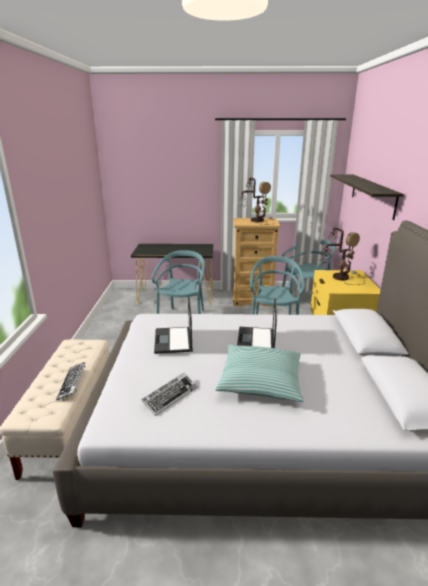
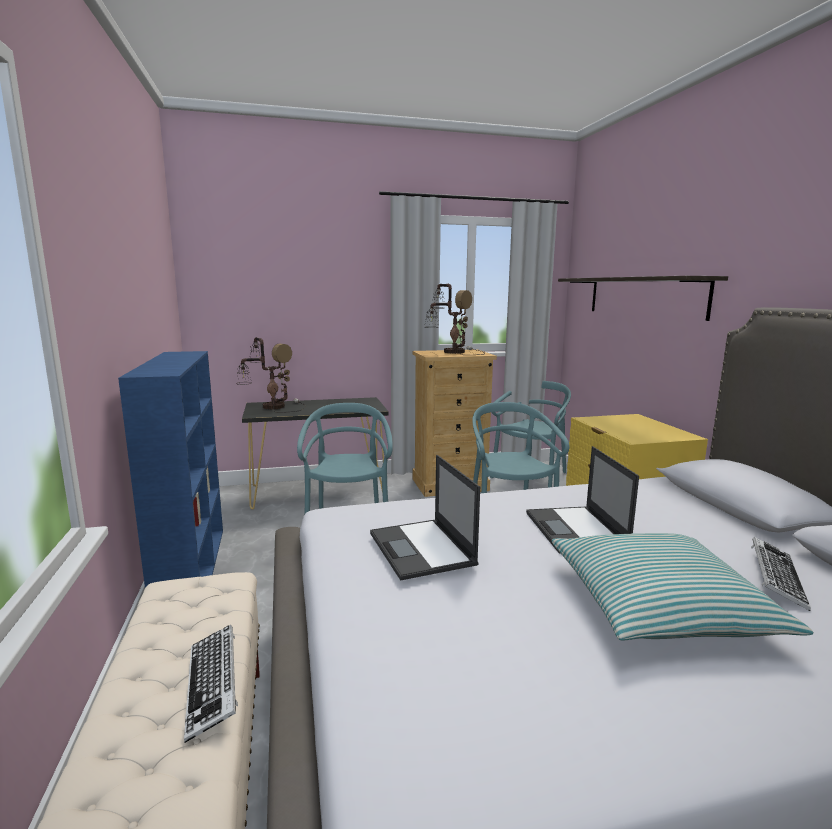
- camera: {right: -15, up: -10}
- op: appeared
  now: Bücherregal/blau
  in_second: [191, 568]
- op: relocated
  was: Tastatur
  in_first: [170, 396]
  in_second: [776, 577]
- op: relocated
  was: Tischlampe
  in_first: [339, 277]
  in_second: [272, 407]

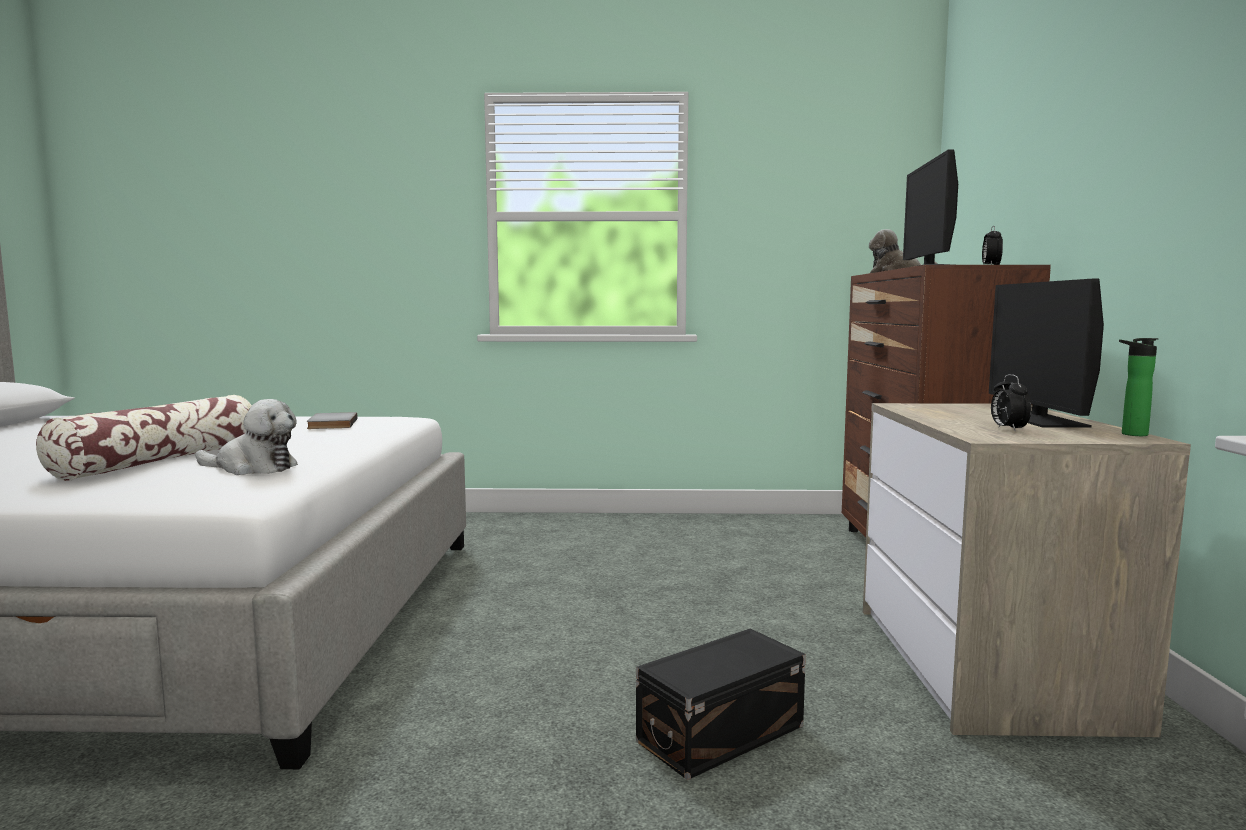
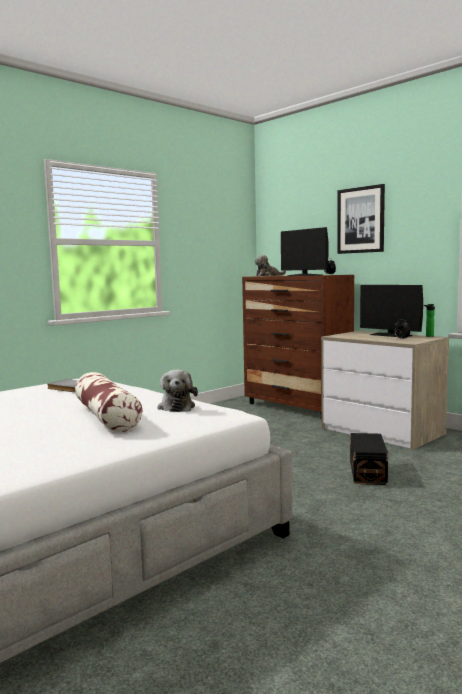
- camera: {right: -45, up: 0}
- op: appeared
  now: Bild
  in_second: [361, 220]
- op: spun
  was: Plüschtier
  in_first: [253, 468]
  in_second: [176, 407]
  clockwise: 120

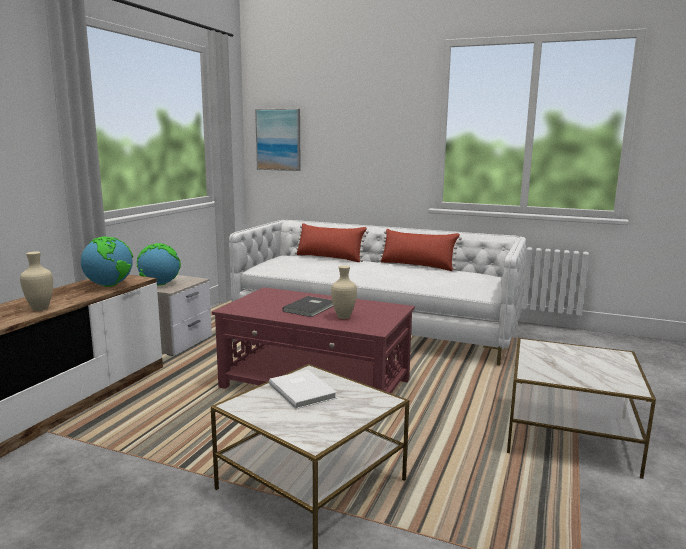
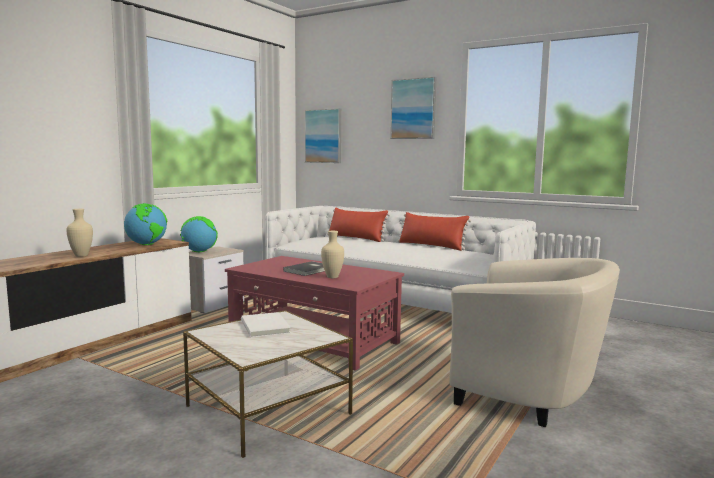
- camera: {right: 10, up: -5}
- op: appeared
  now: Bild
  in_second: [413, 109]
- op: exchanged
  was: Beistelltisch
  now: Sessel/beige
  in_first: [569, 434]
  in_second: [529, 394]

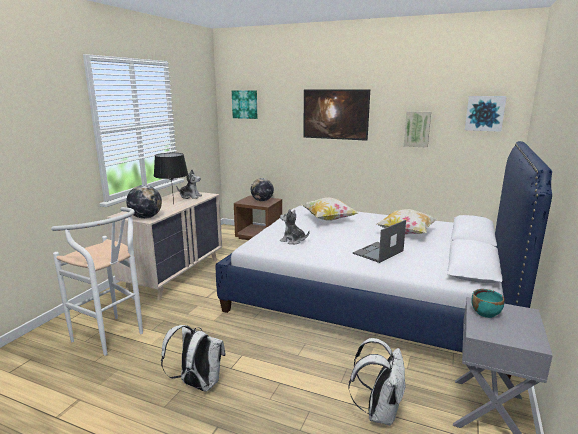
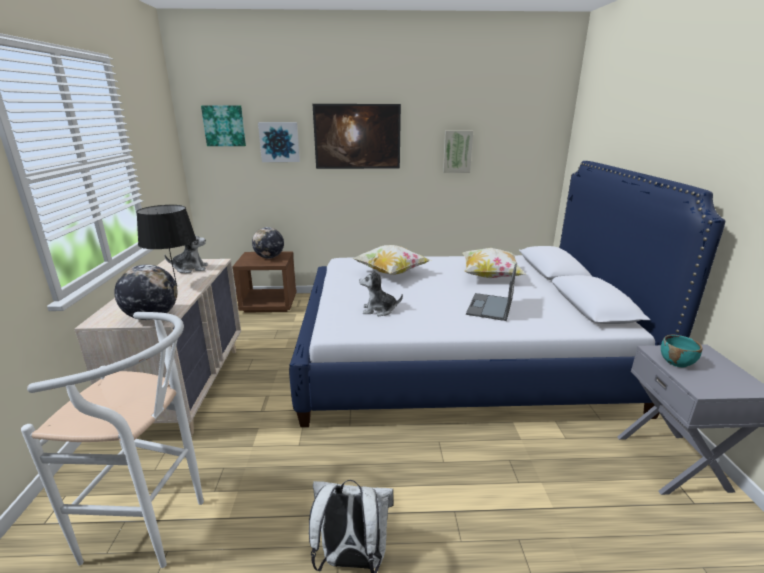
- camera: {right: -25, up: 5}
- op: missing
  was: Rucksack/weiß
  in_first: [379, 412]
- op: relocated
  was: Bild
  in_first: [484, 113]
  in_second: [279, 142]

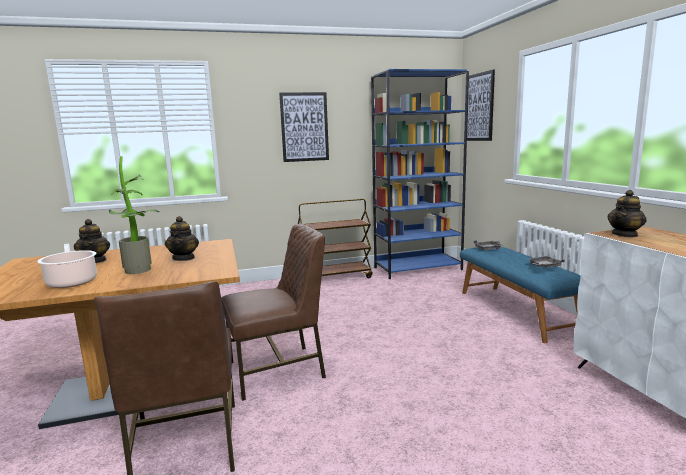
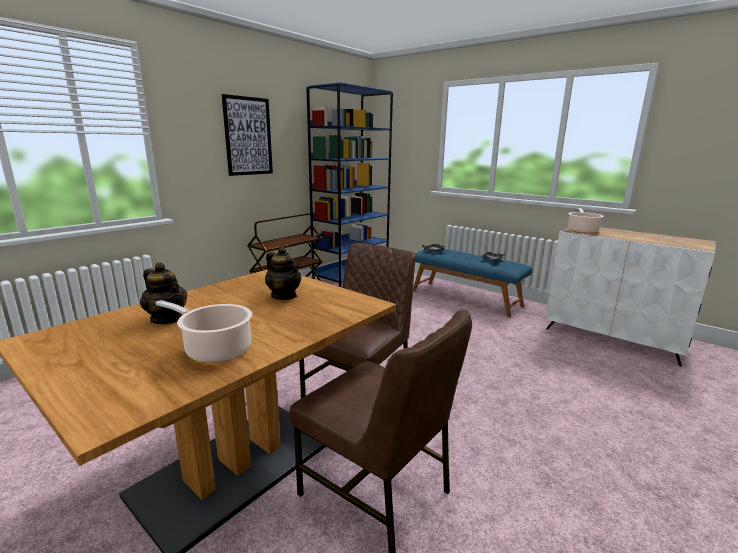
- camera: {right: -35, up: 5}
- op: missing
  was: Topfpflanze
  in_first: [142, 270]
- op: missing
  was: Bild
  in_first: [479, 107]
- op: exchanged
  was: Teekanne
  now: Kochtopf
  in_first: [625, 234]
  in_second: [582, 231]

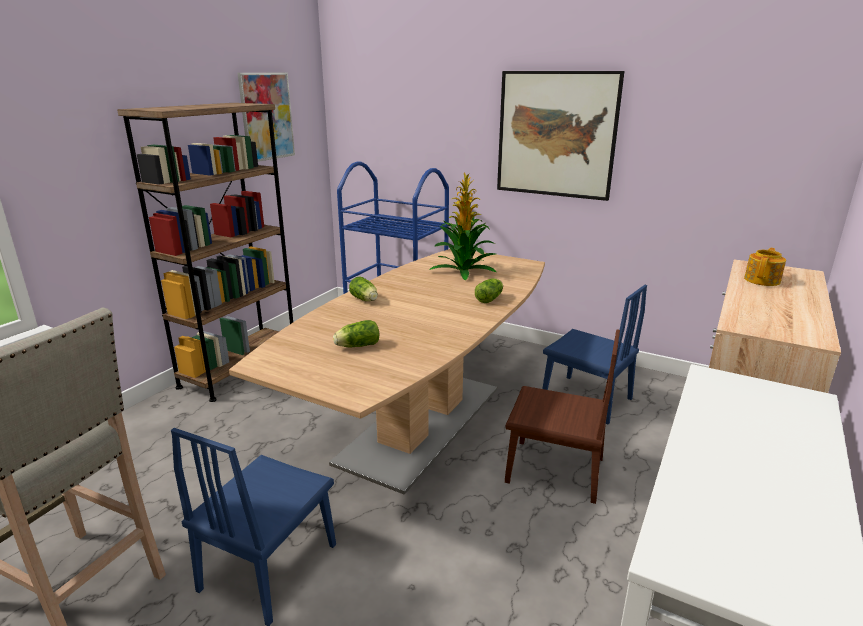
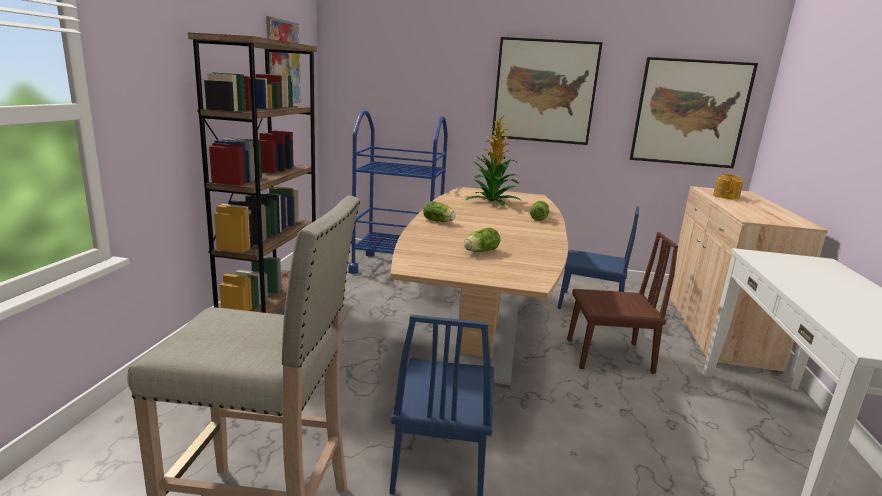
- camera: {right: -20, up: -5}
- op: appeared
  now: Bild
  in_second: [690, 113]

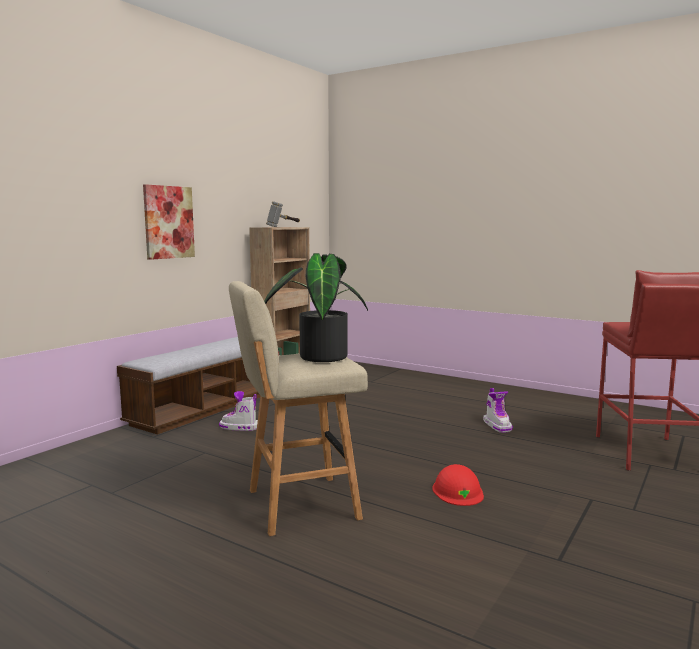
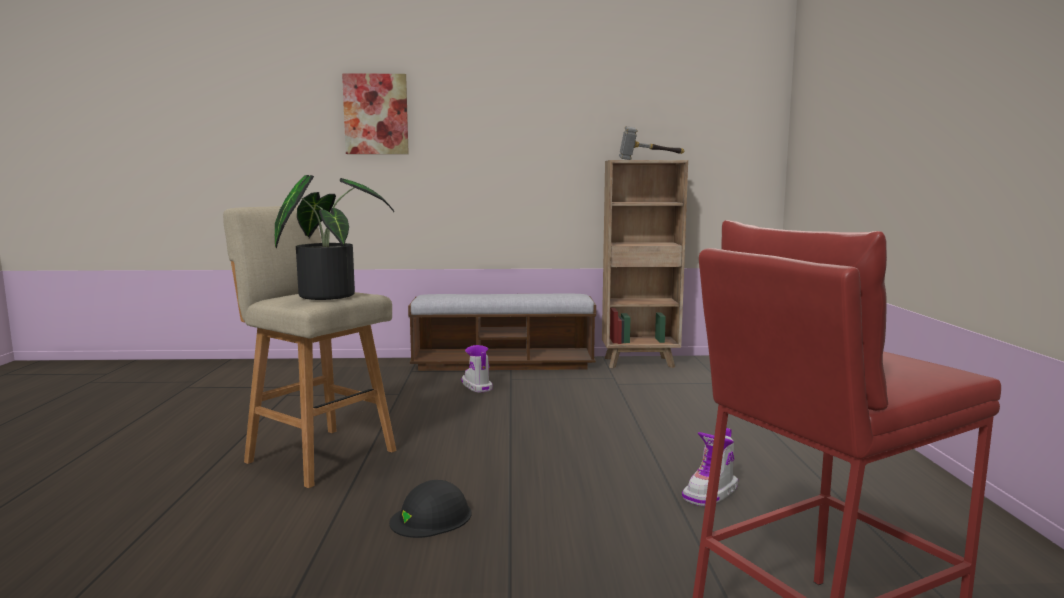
- camera: {right: 55, up: 0}
- op: relocated
  was: Bild
  in_first: [168, 222]
  in_second: [376, 114]
- op: colour
  was: Schutzhelm/rot
  now: Schutzhelm/schwarz
  in_first: [458, 491]
  in_second: [431, 517]

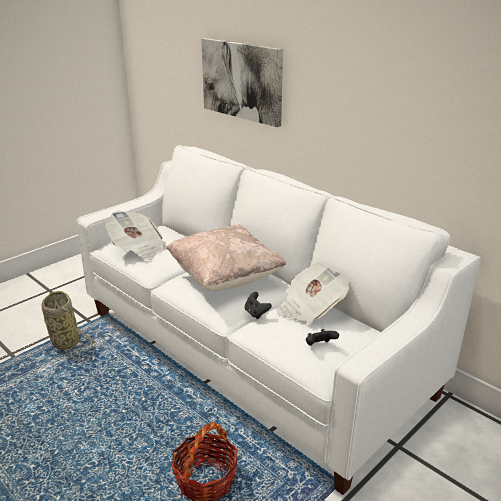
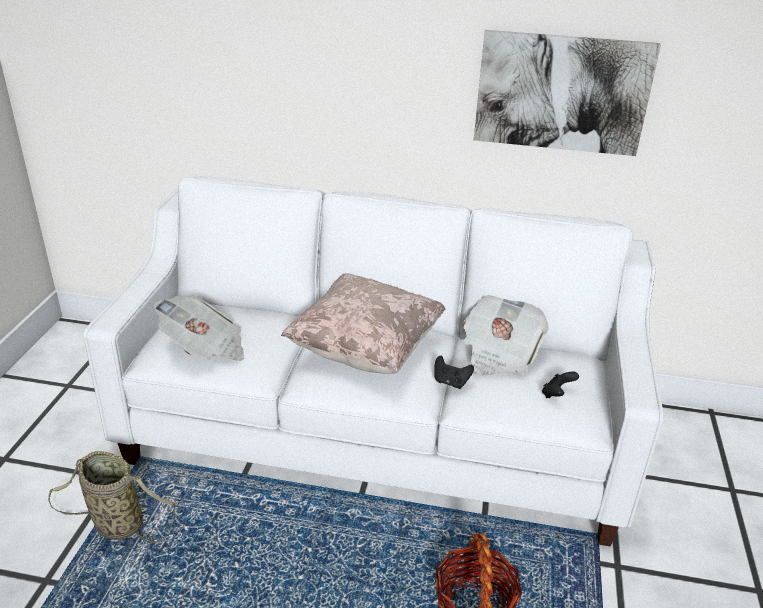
- camera: {right: -35, up: 5}
- op: relocated
  was: Bild
  in_first: [242, 80]
  in_second: [561, 92]

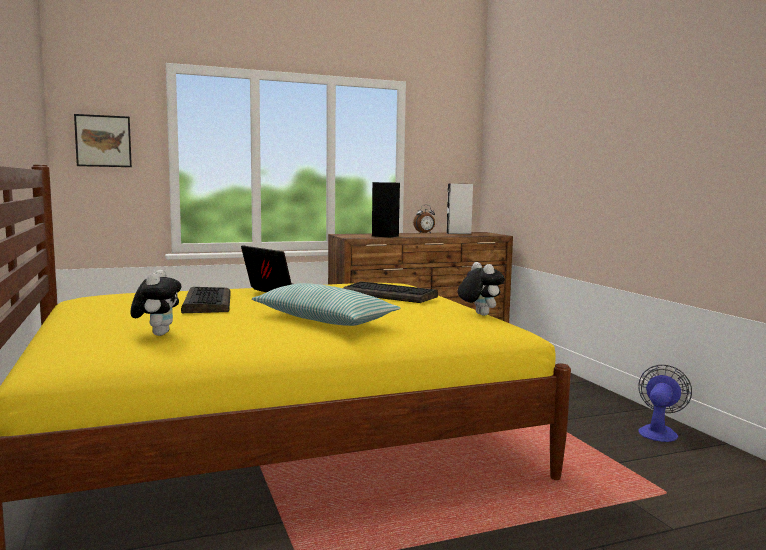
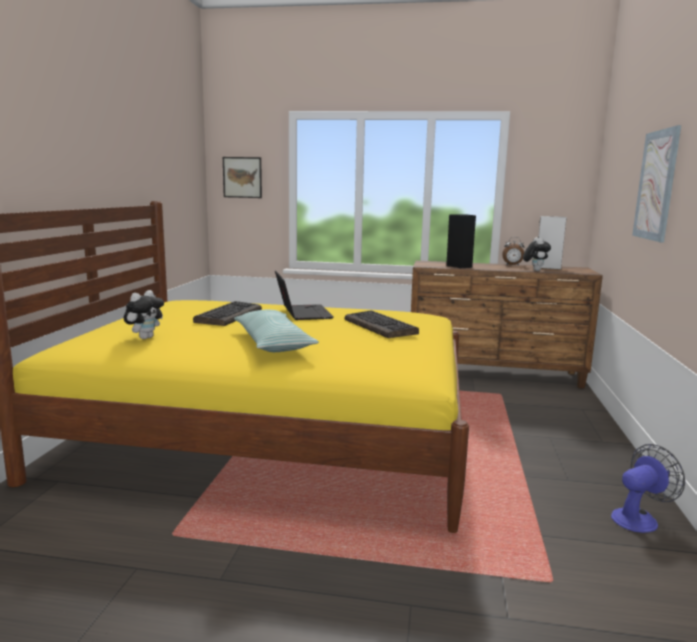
- camera: {right: 30, up: 5}
- op: appeared
  now: Bild
  in_second: [656, 185]
- op: relocated
  was: Plüschtier
  in_first: [479, 314]
  in_second: [534, 270]

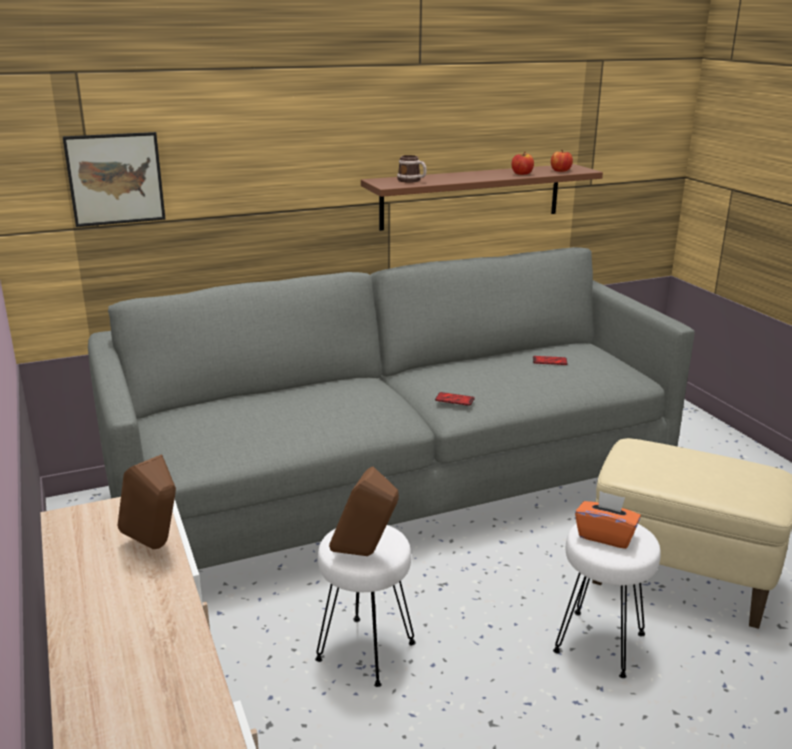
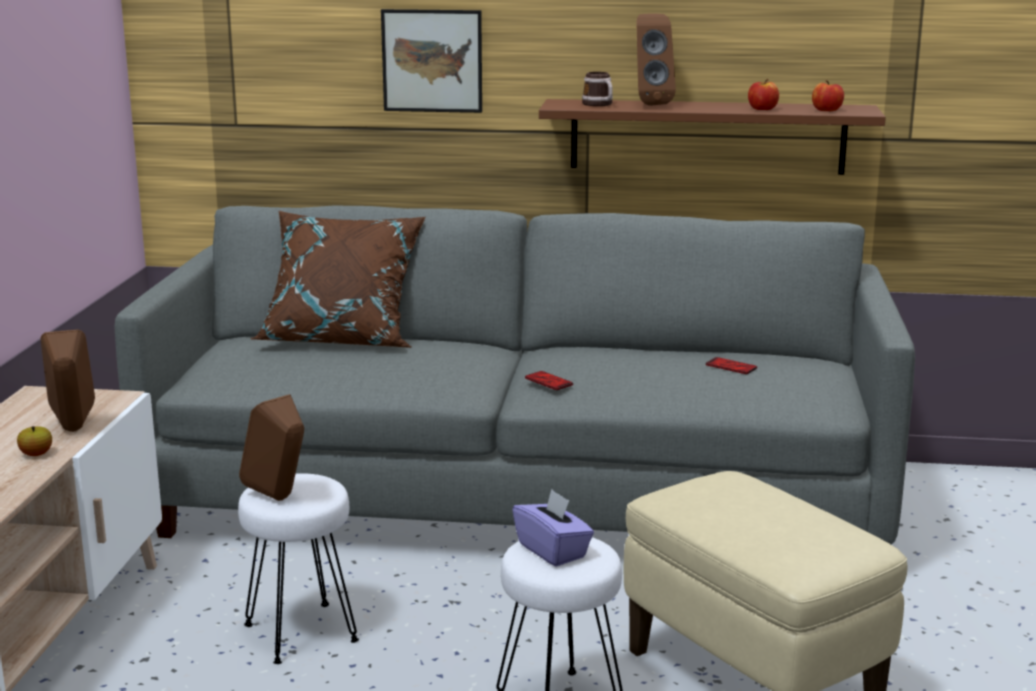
- camera: {right: 30, up: -5}
- op: appeared
  now: Apfel
  in_second: [36, 454]
- op: appeared
  now: Kissen/braun
  in_second: [342, 338]
- op: appeared
  now: Lautsprecher/braun
  in_second: [650, 104]
- op: relocated
  was: Bild
  in_first: [115, 179]
  in_second: [432, 61]
- op: colour
  was: Taschentuchbox/orange
  now: Taschentuchbox/lila
  in_first: [605, 536]
  in_second: [553, 550]

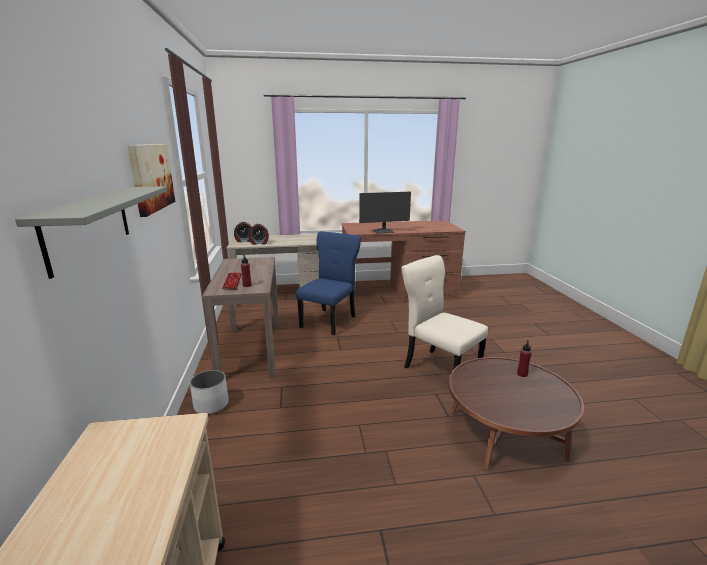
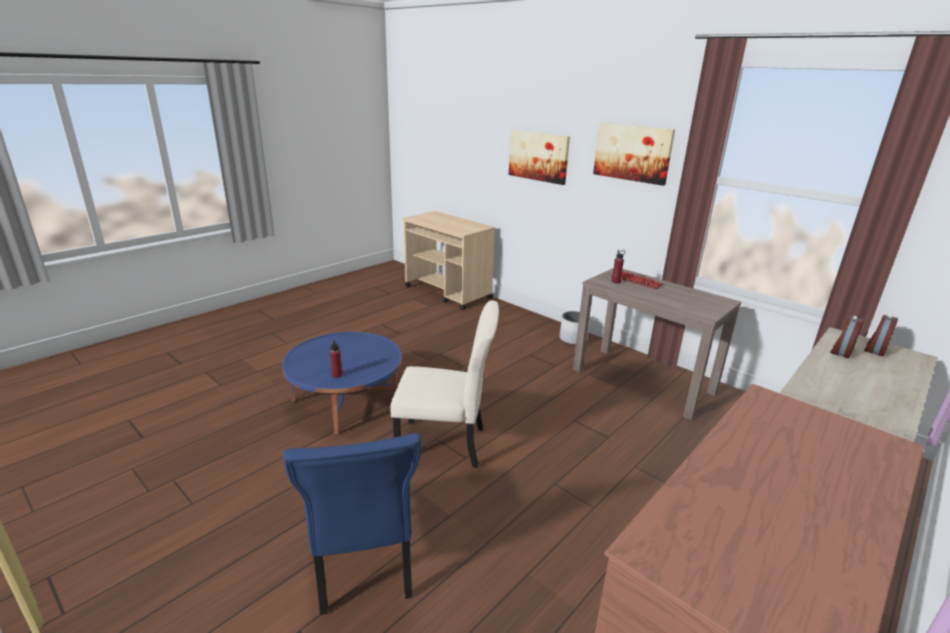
- camera: {right: 140, up: 5}
- op: missing
  was: Monitor
  in_first: [383, 231]
- op: relocated
  was: Stuhl/blau
  in_first: [330, 321]
  in_second: [363, 565]
- op: exchanged
  was: Wandregal/grau
  now: Bild
  in_first: [89, 226]
  in_second: [538, 156]
- op: colour
  was: Couchtisch/braun
  now: Couchtisch/blau
  in_first: [505, 434]
  in_second: [346, 401]

